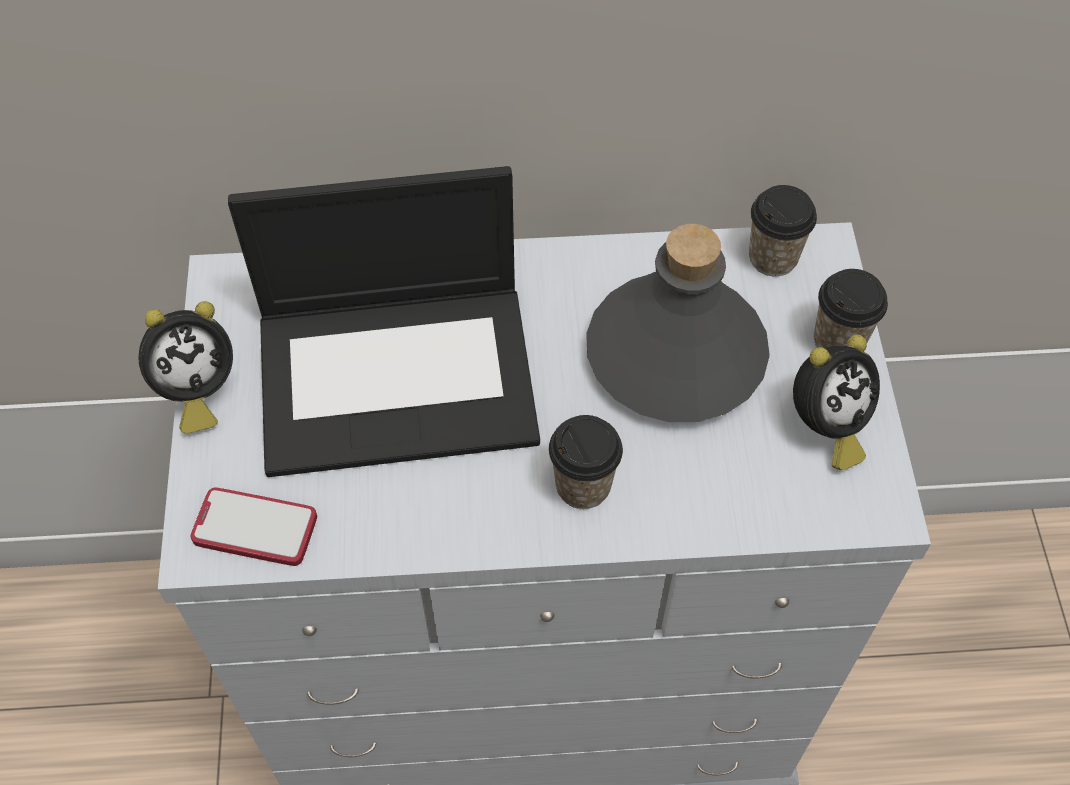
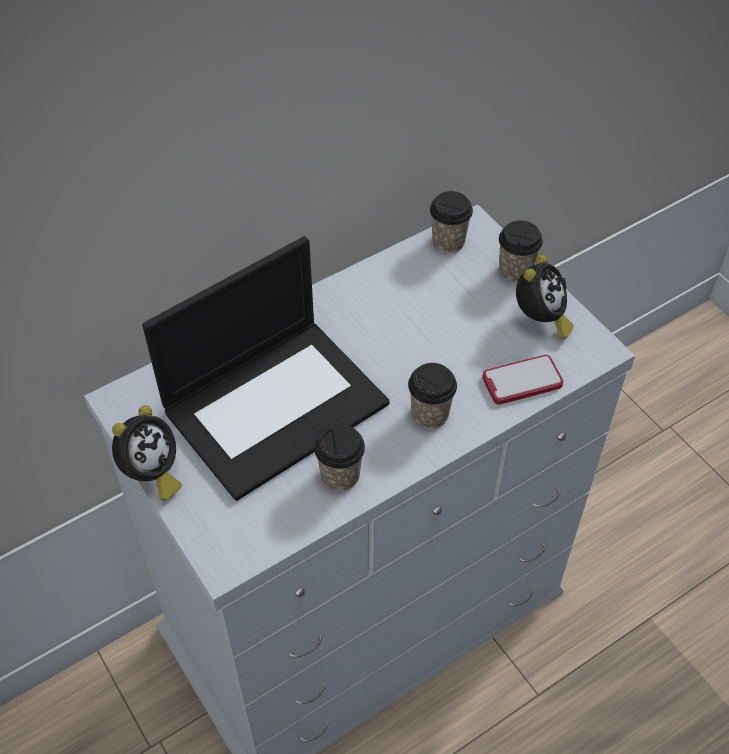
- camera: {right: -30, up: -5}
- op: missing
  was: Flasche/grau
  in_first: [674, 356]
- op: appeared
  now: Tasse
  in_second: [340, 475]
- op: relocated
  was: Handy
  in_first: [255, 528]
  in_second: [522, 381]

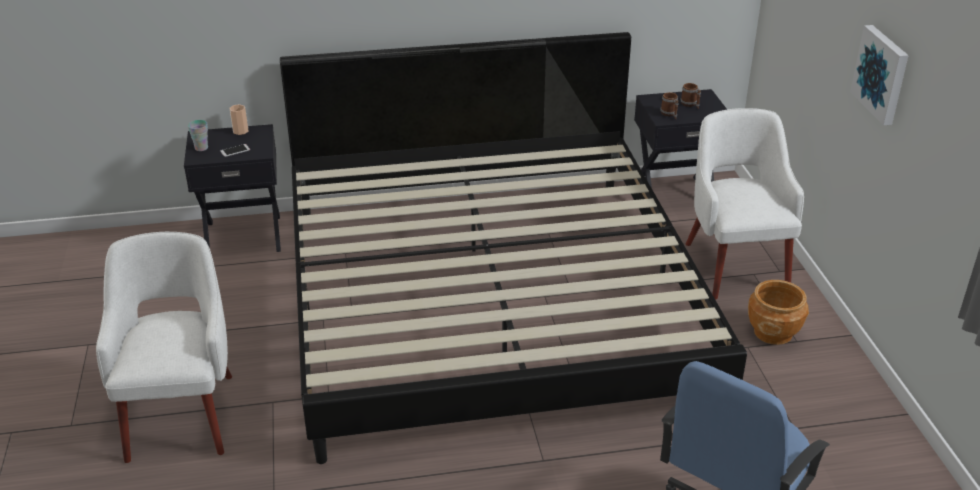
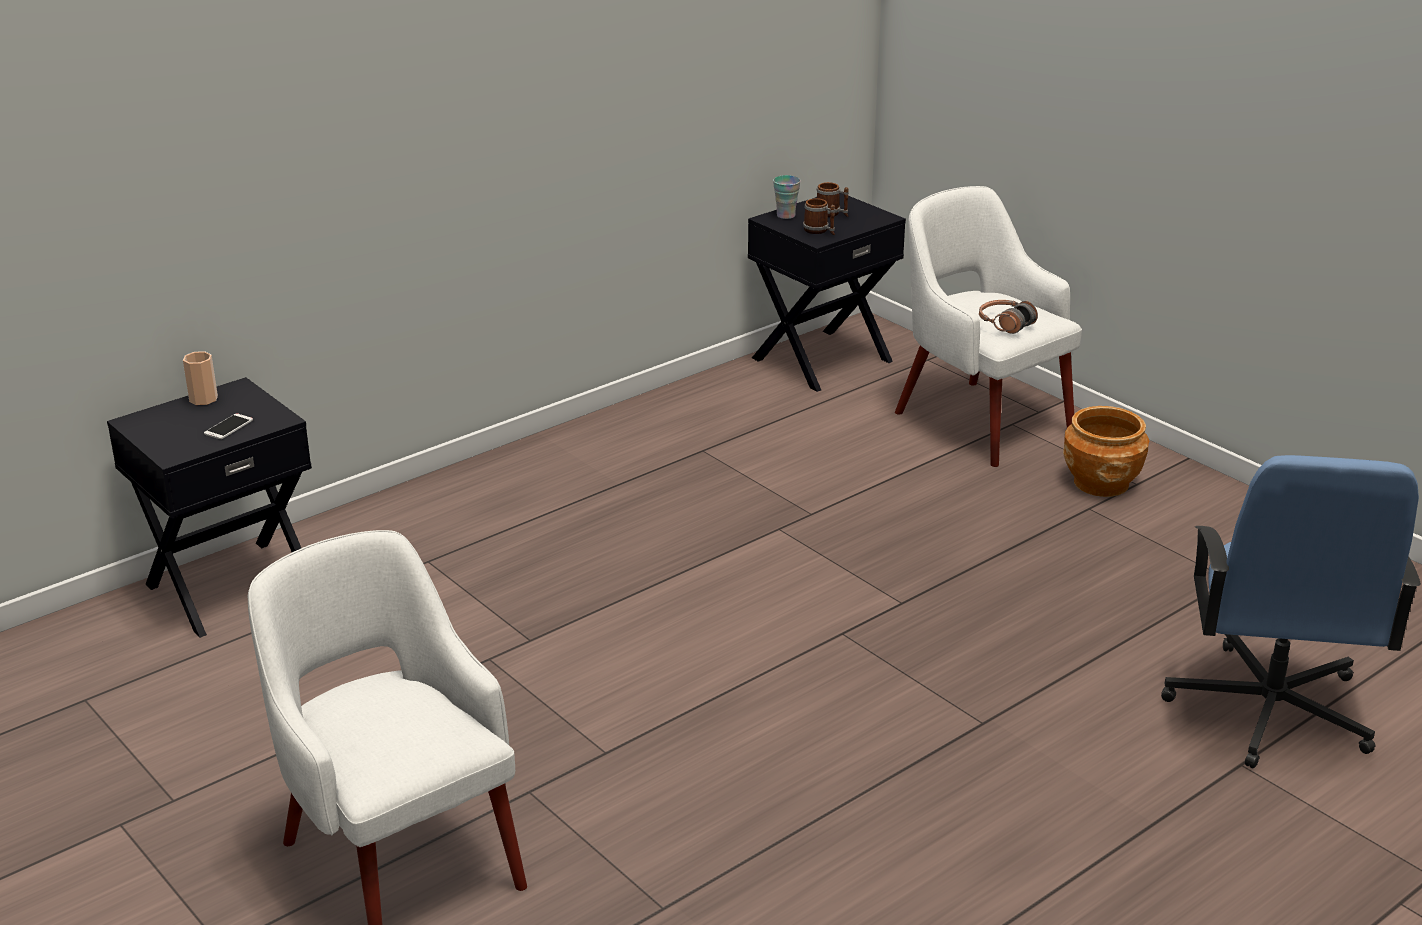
- camera: {right: -30, up: -5}
- op: missing
  was: Bett
  in_first: [490, 301]
- op: missing
  was: Bild
  in_first: [882, 74]
- op: appeared
  now: Kopfhörer
  in_second: [1005, 324]
- op: relocated
  was: Tasse
  in_first: [201, 148]
  in_second: [786, 215]

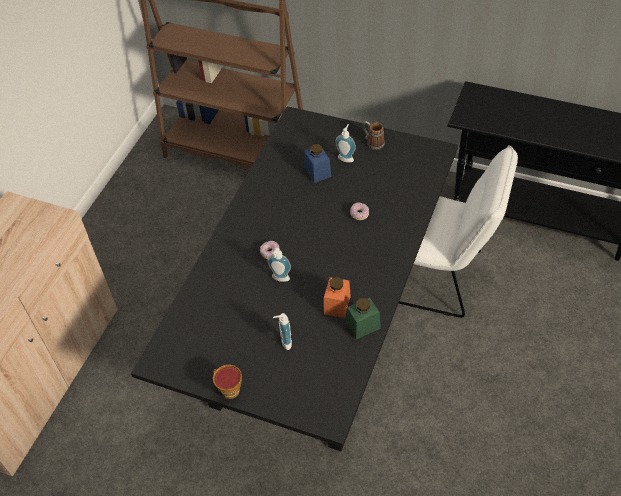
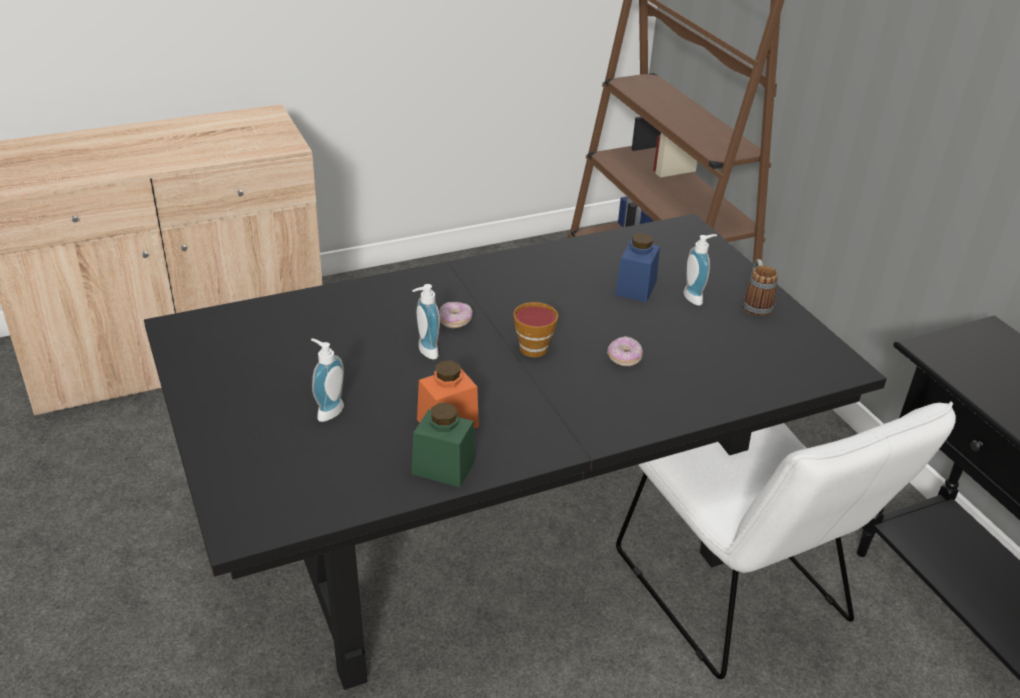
- camera: {right: 40, up: -15}
- op: relocated
  was: Tasse
  in_first: [228, 389]
  in_second: [532, 346]

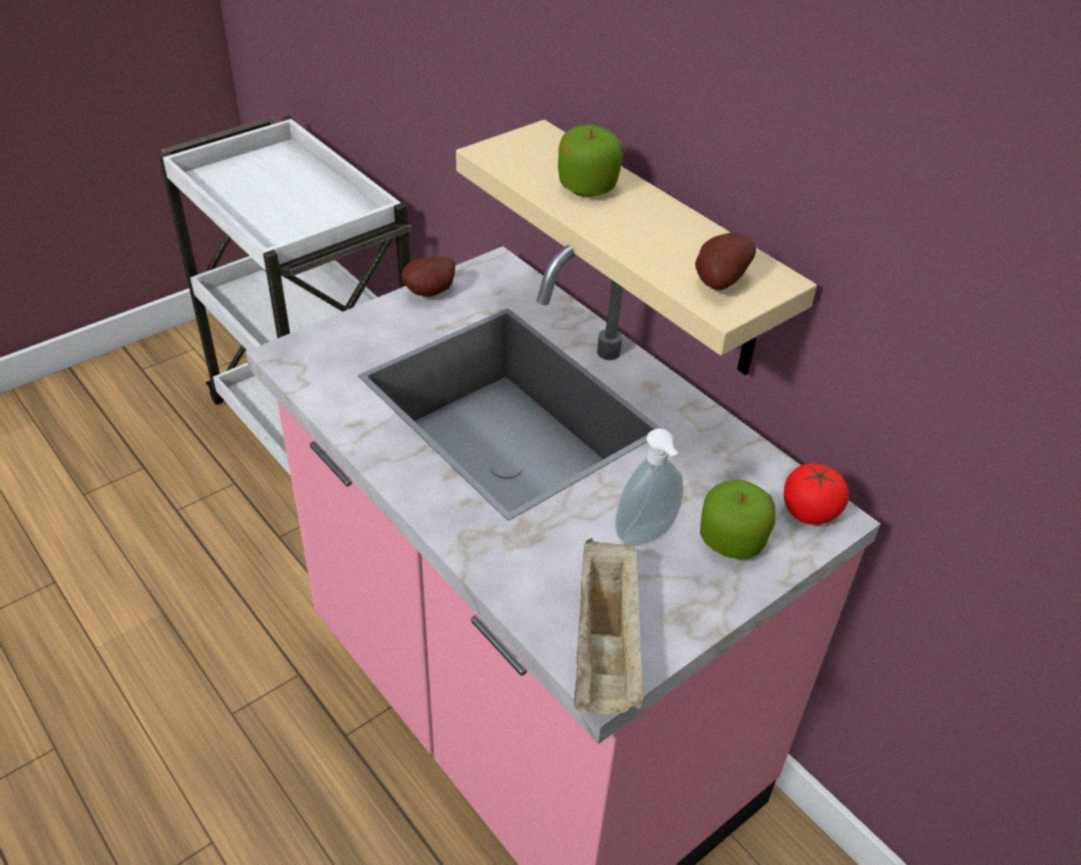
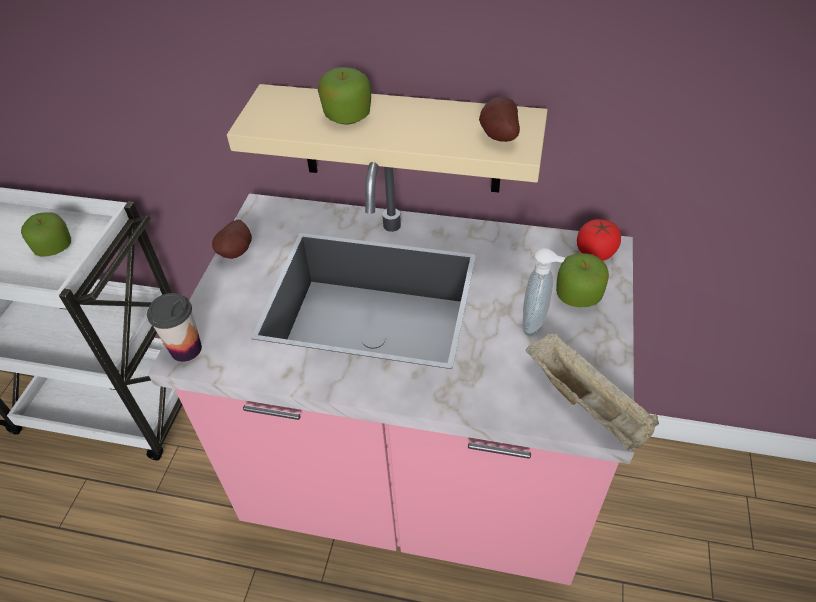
- camera: {right: -35, up: 5}
- op: appeared
  now: Apfel
  in_second: [54, 248]
- op: appeared
  now: Tasse
  in_second: [186, 349]

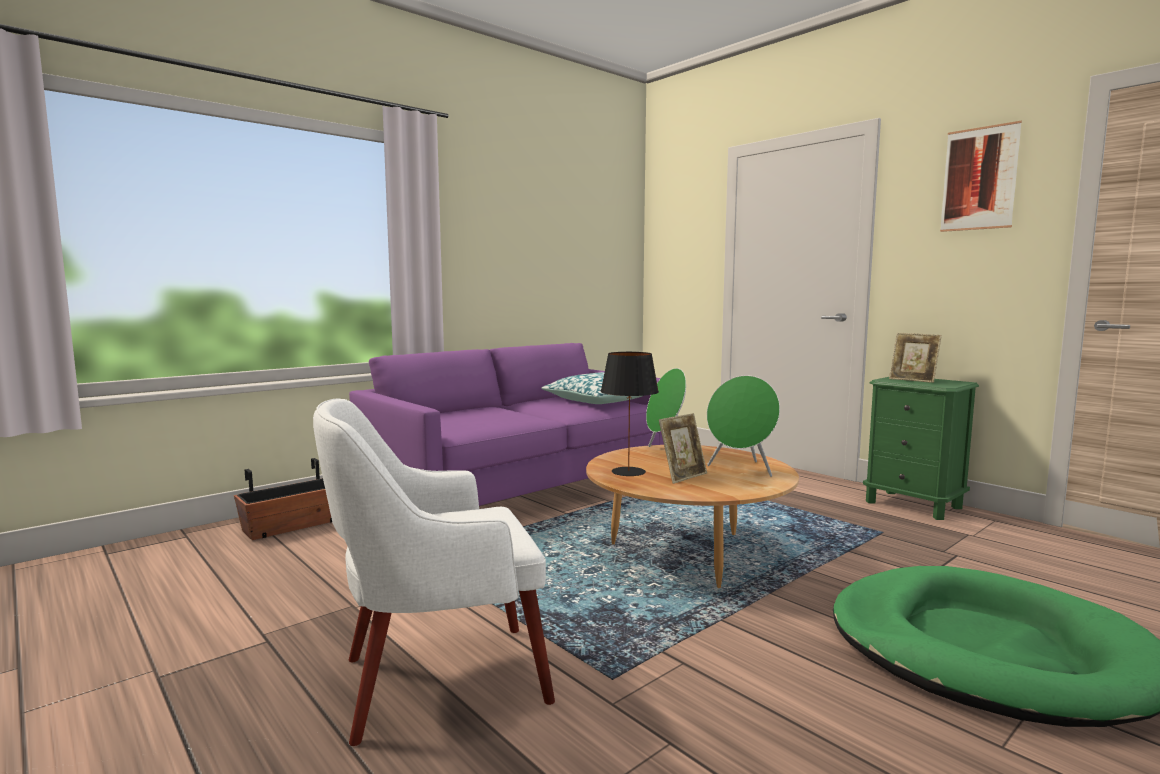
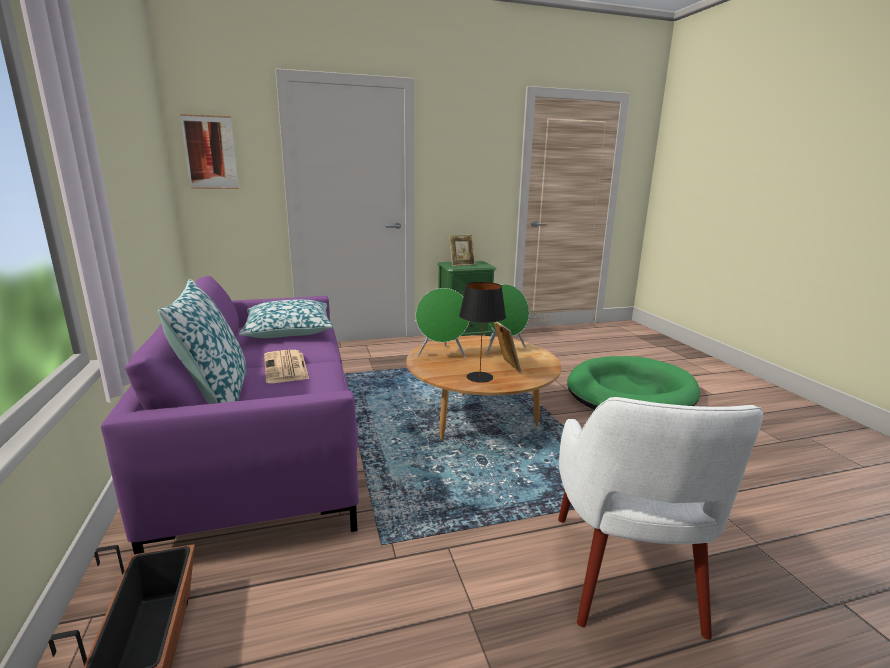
- camera: {right: -65, up: 10}
- op: appeared
  now: Kissen
  in_second: [216, 399]
- op: appeared
  now: Zeitung
  in_second: [286, 367]
- op: relocated
  was: Bild
  in_first: [979, 178]
  in_second: [210, 152]

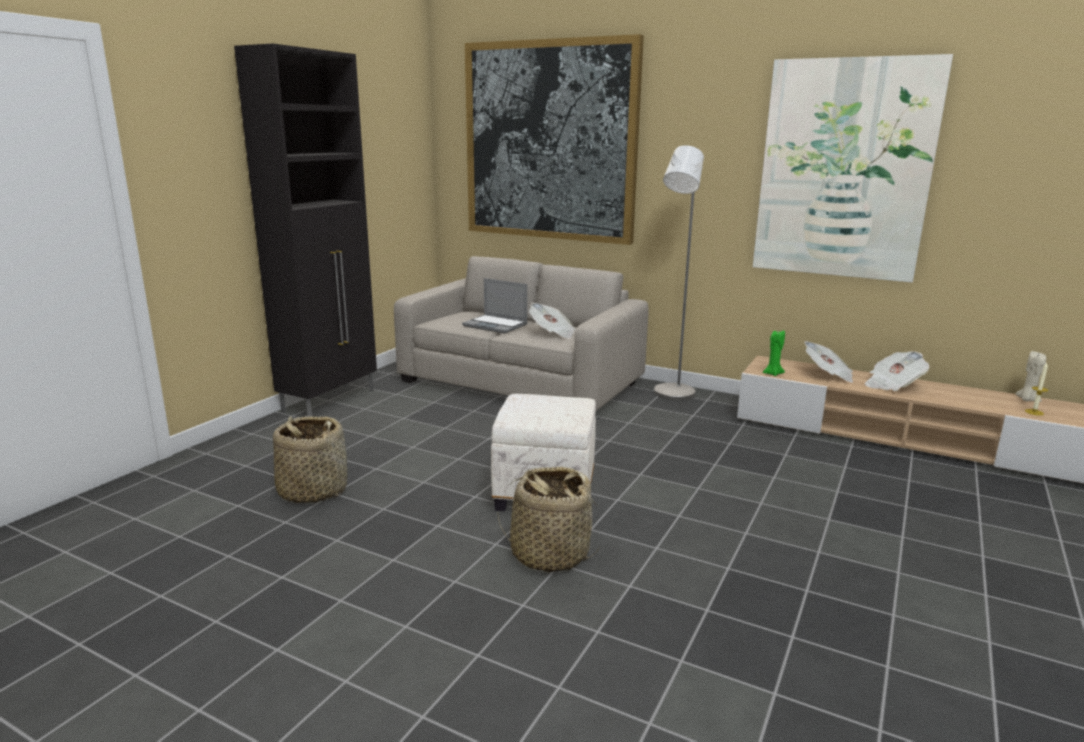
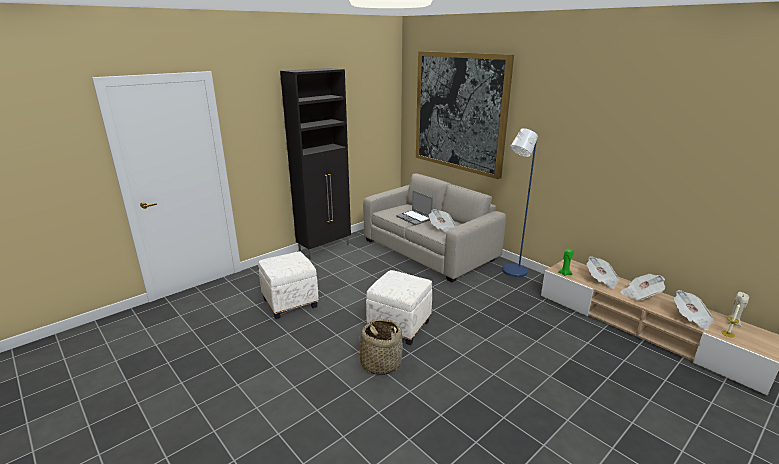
- camera: {right: 20, up: 5}
- op: missing
  was: Bild
  in_first: [844, 170]
- op: appeared
  now: Zeitung
  in_second: [691, 318]
- op: exchanged
  was: Korb
  now: Polsterhocker/weiß
  in_first: [312, 491]
  in_second: [290, 303]
- op: colour
  was: Stehlampe/grau
  now: Stehlampe/blau
  in_first: [671, 395]
  in_second: [511, 272]

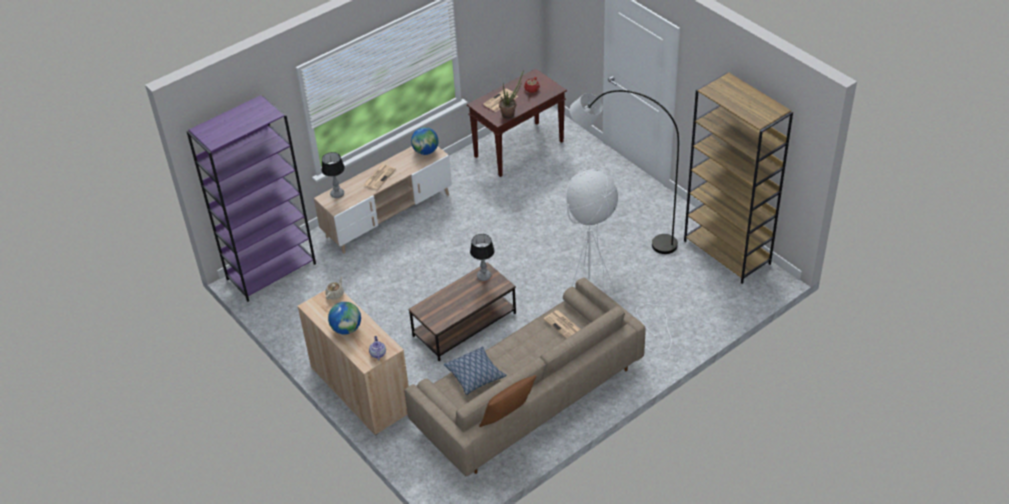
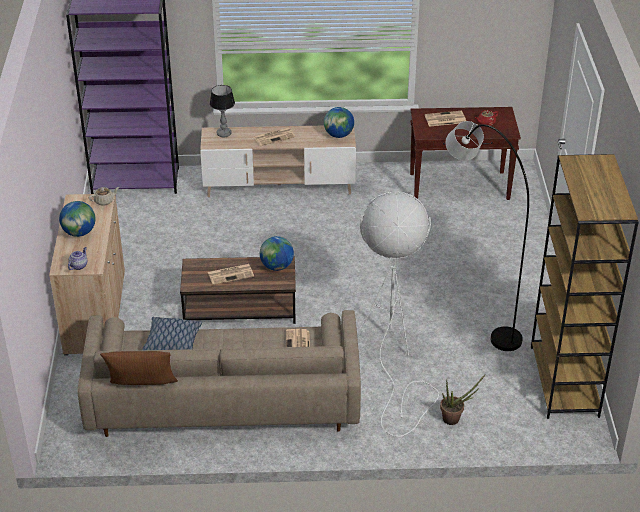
- camera: {right: 35, up: -5}
- op: appeared
  now: Zeitung
  in_second: [231, 274]
- op: relocated
  was: Topfpflanze
  in_first: [510, 113]
  in_second: [455, 419]
- op: exchanged
  was: Tischlampe
  now: Globus
  in_first: [483, 276]
  in_second: [277, 266]

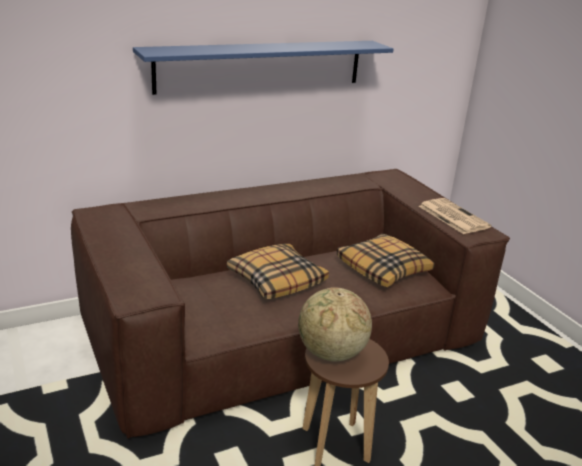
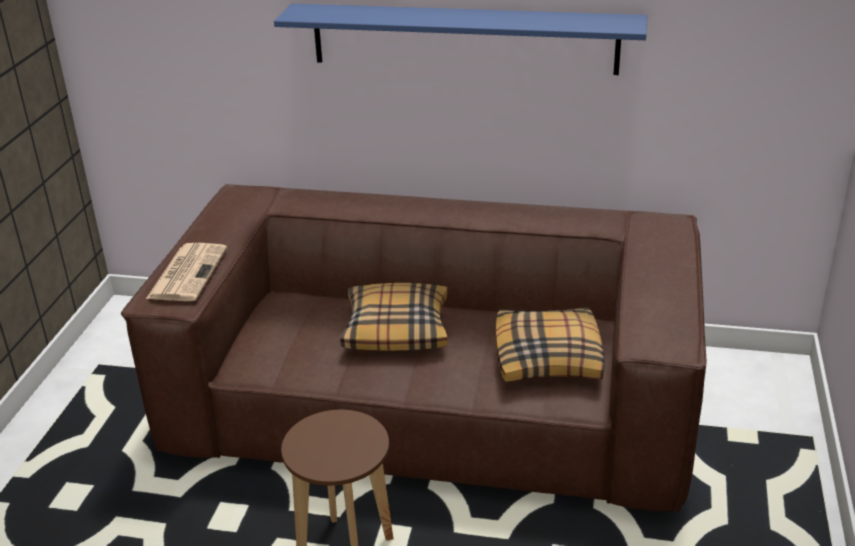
- camera: {right: 40, up: 5}
- op: missing
  was: Globus
  in_first: [331, 353]
- op: relocated
  was: Zeitung
  in_first: [452, 216]
  in_second: [187, 272]

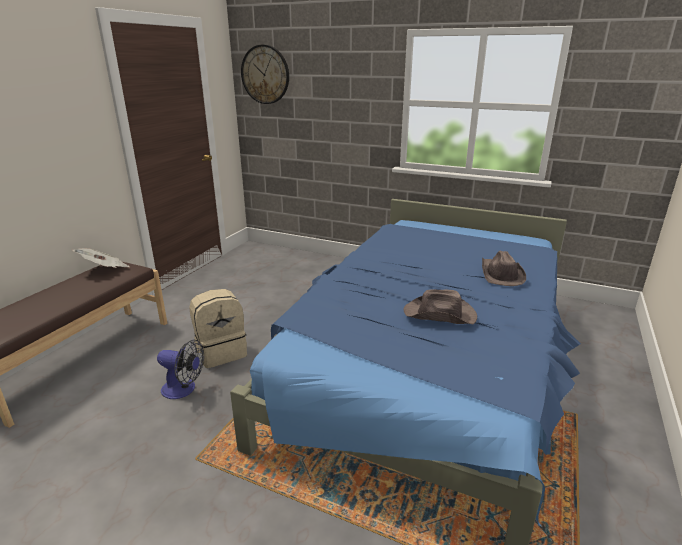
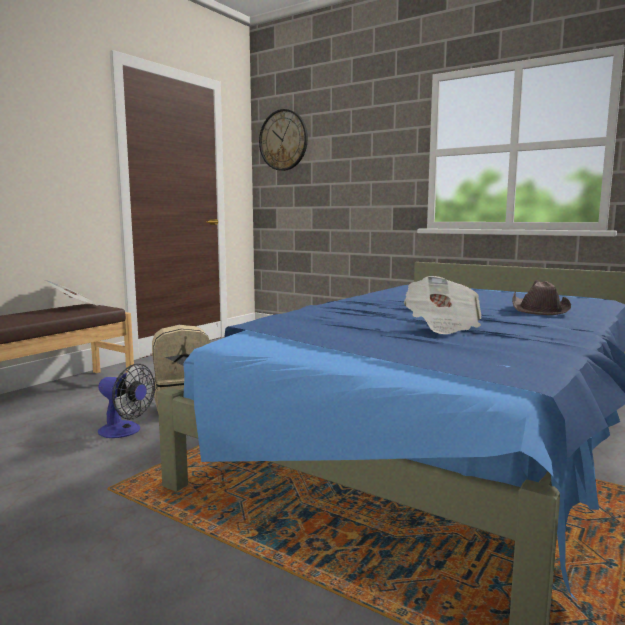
- camera: {right: 10, up: -15}
- op: exchanged
  was: Hut/braun
  now: Zeitung
  in_first: [440, 315]
  in_second: [442, 326]

